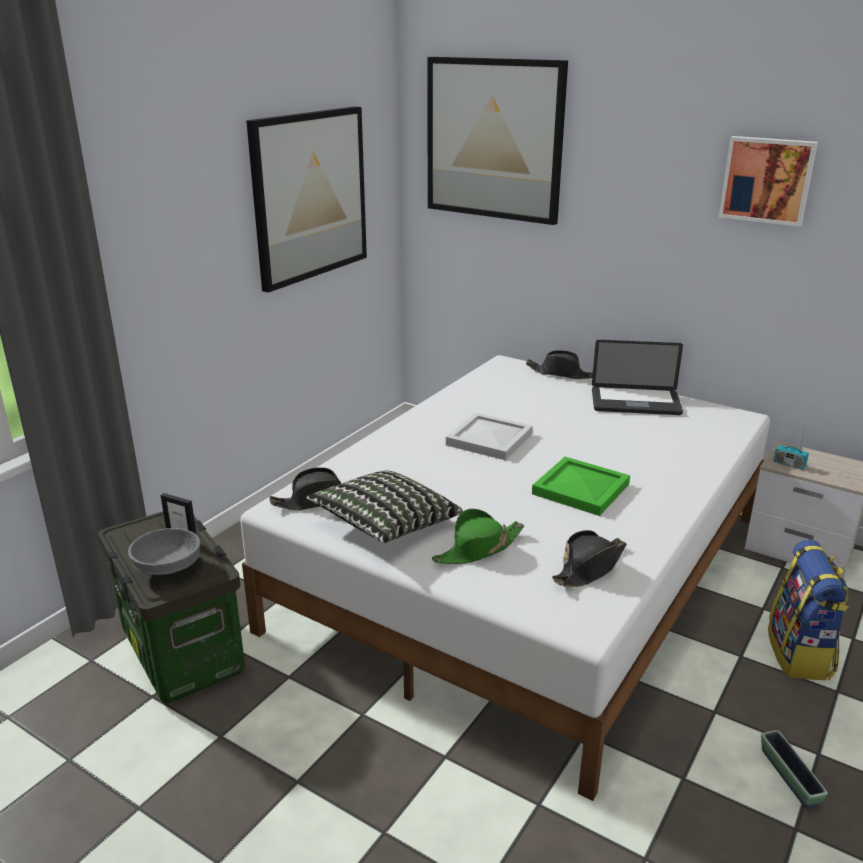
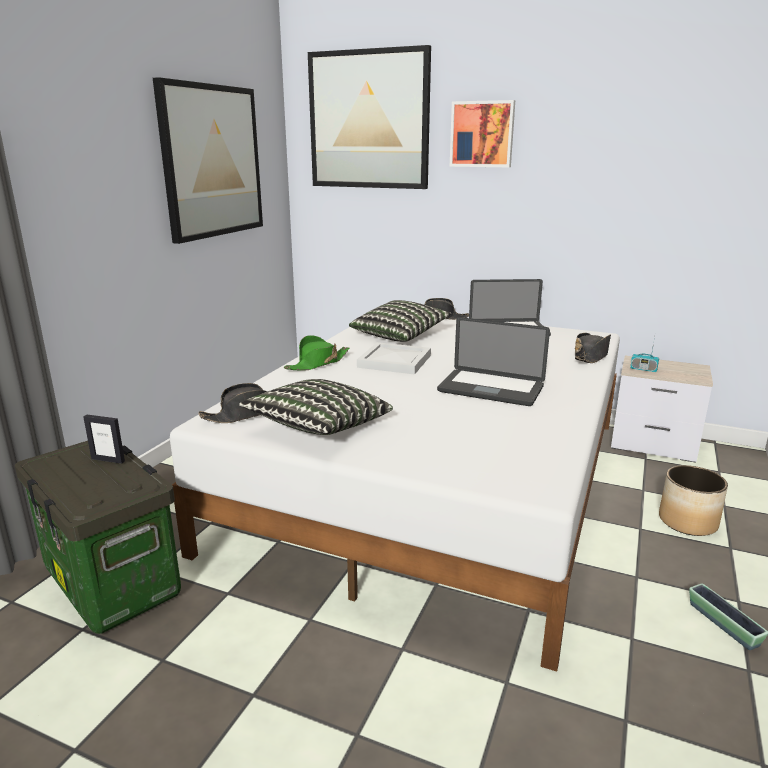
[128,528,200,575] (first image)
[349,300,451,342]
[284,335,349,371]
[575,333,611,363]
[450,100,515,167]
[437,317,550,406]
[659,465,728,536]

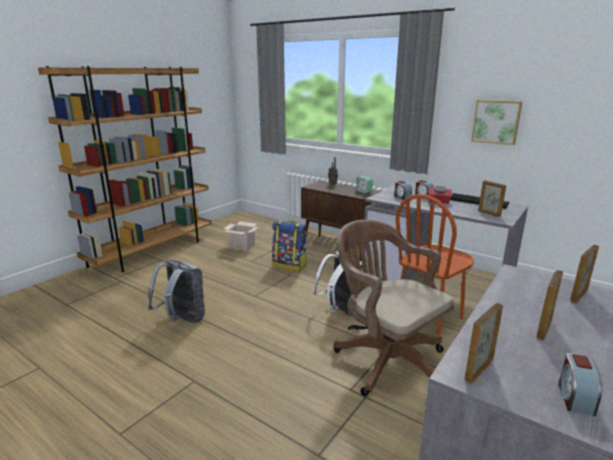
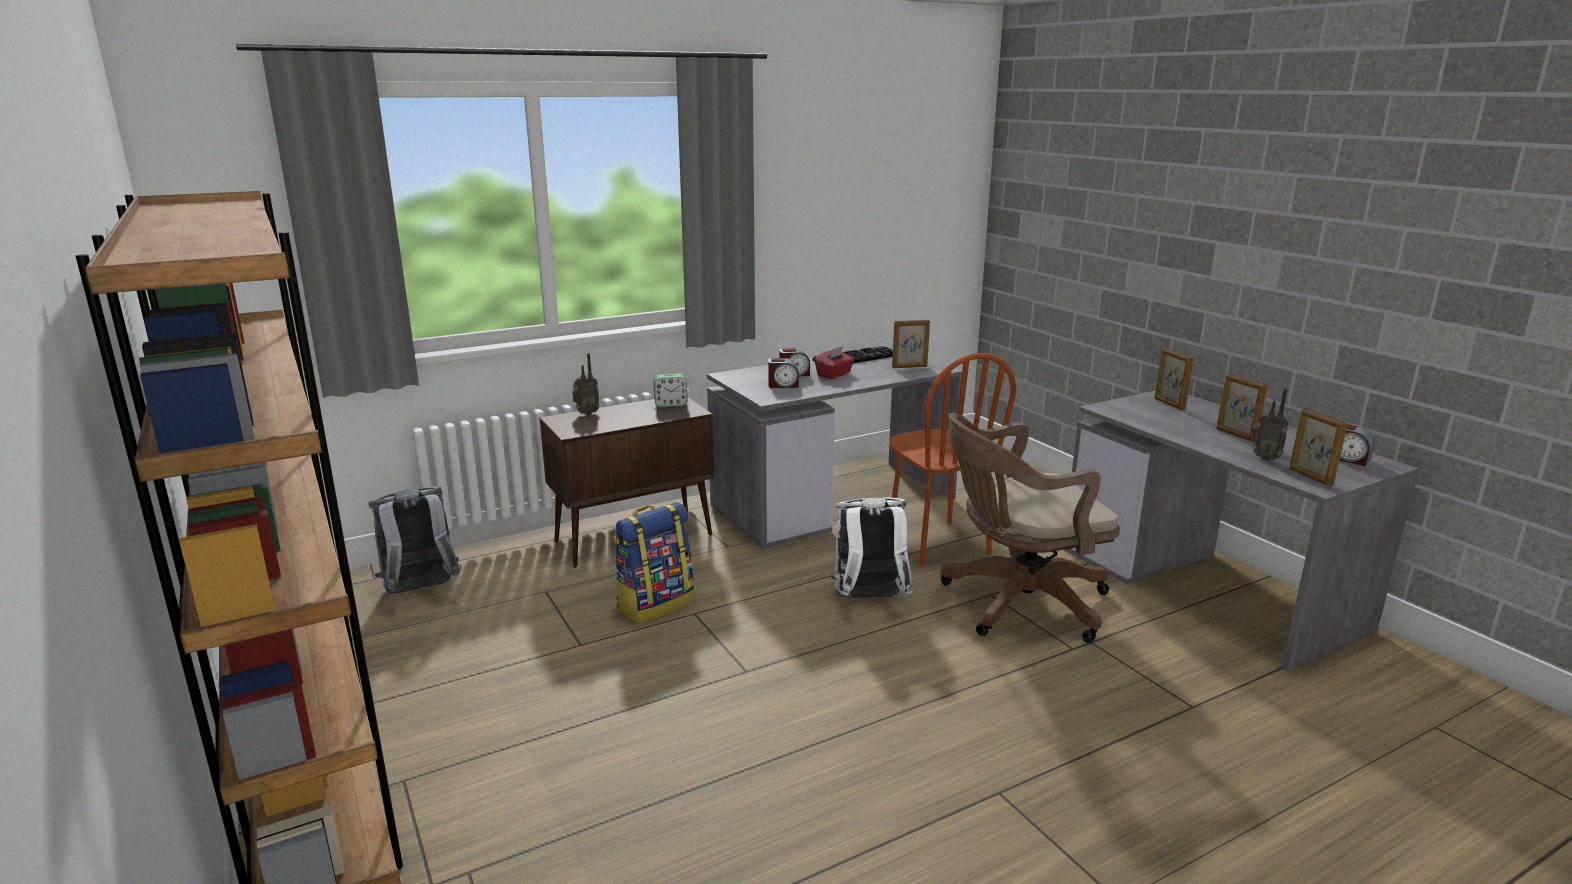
[223,221,259,251] (first image)
[471,100,522,145] (first image)
[1251,389,1288,461]
[369,487,461,593]

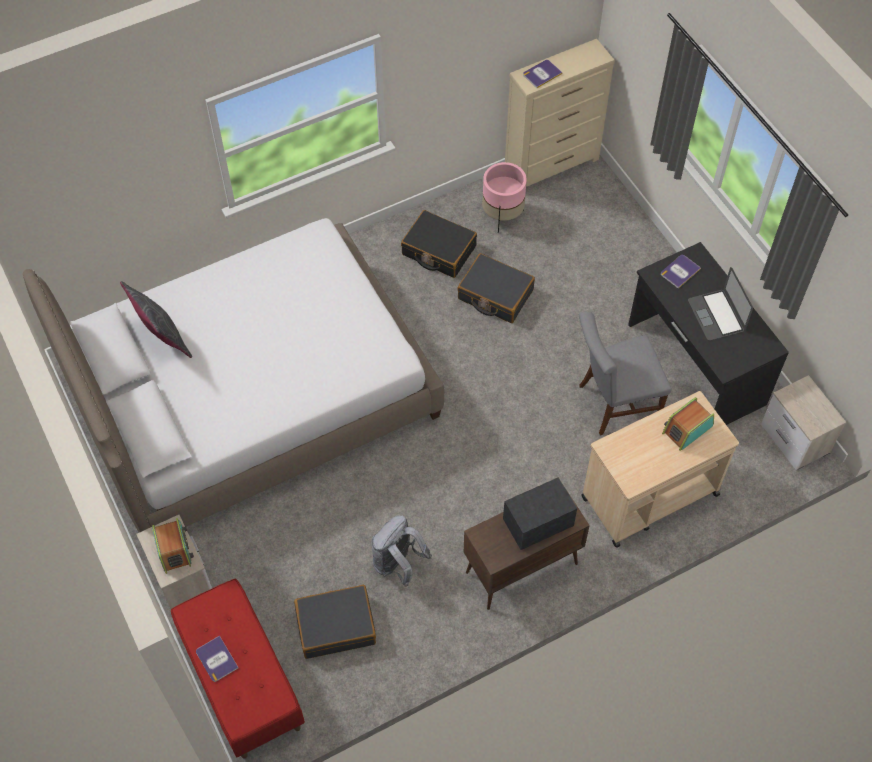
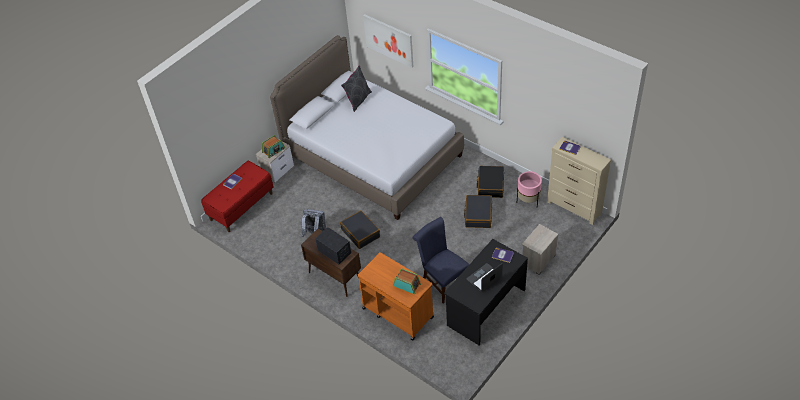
[363,14,413,68]
[340,210,380,249]
[521,224,558,274]
[412,217,469,303]
[358,252,434,341]

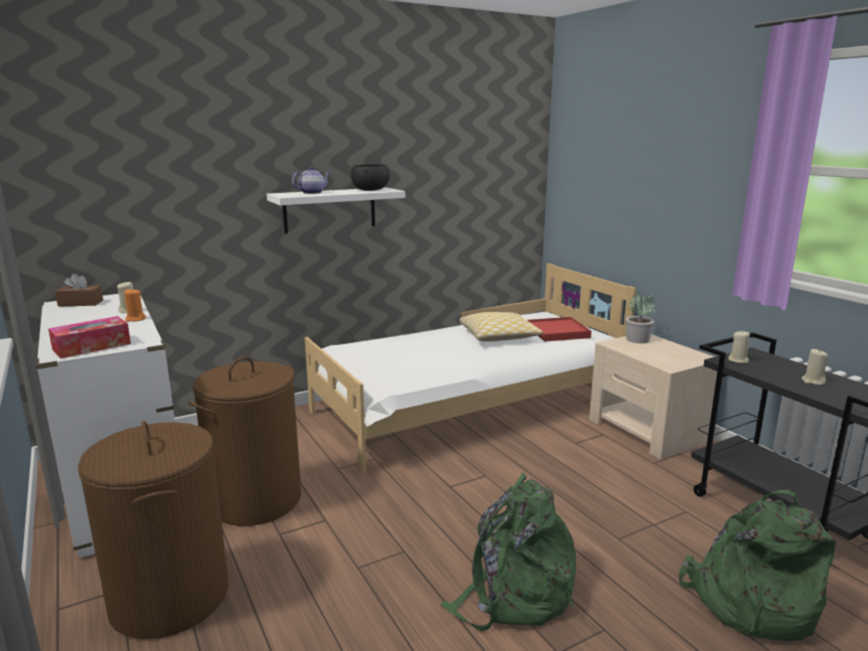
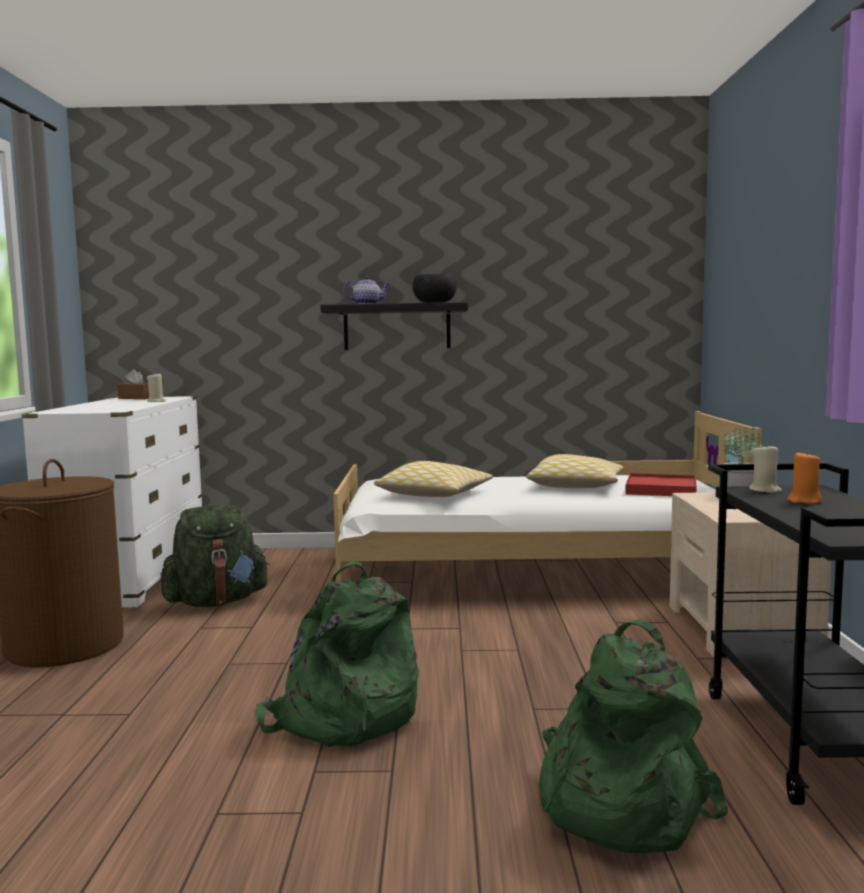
[48,316,131,359] (first image)
[801,349,828,385] (first image)
[374,461,493,497]
[788,451,822,504]
[160,505,269,607]
[320,302,468,350]

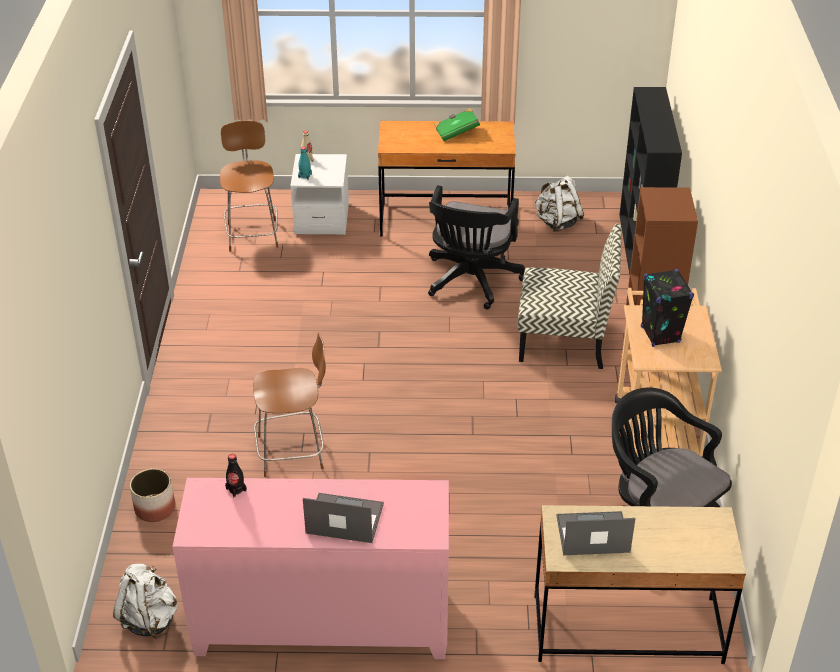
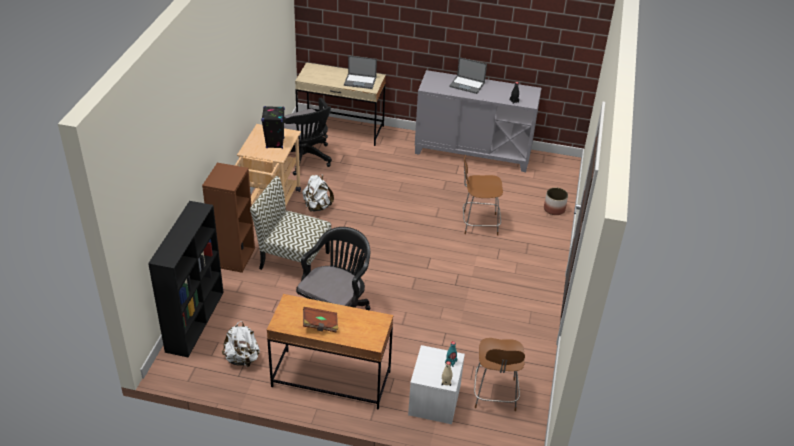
[302,174,334,212]
[415,70,541,172]
[303,307,338,332]

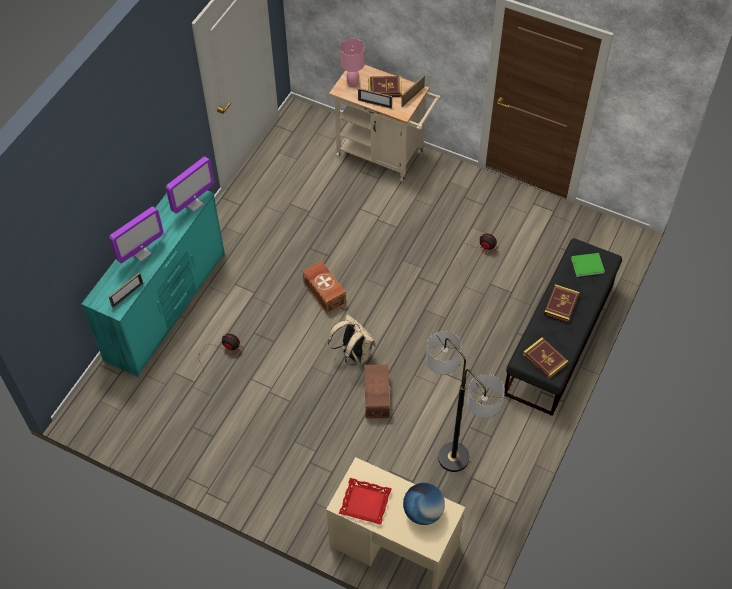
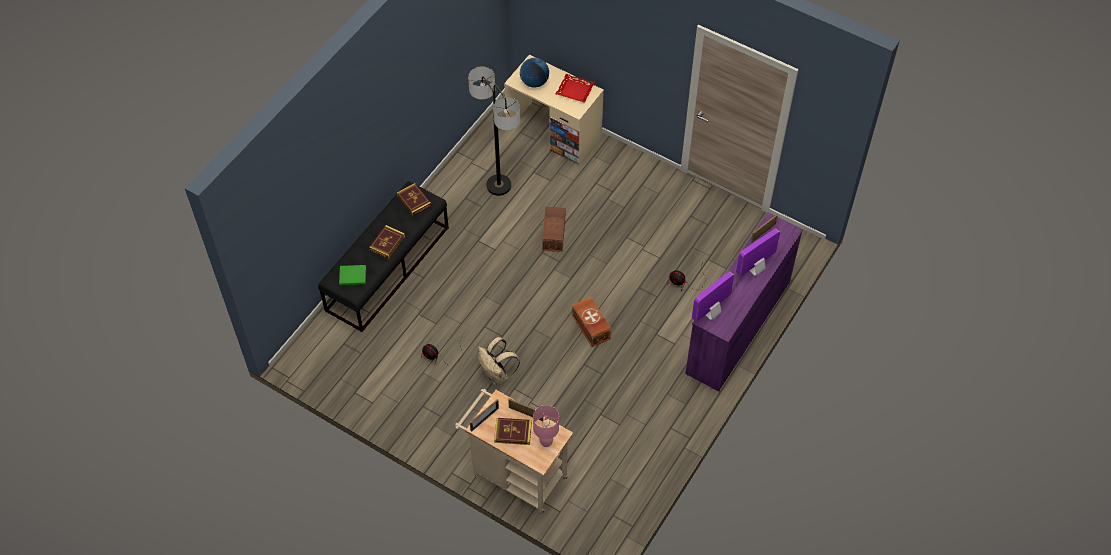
[477,337,520,385]
[685,213,803,391]

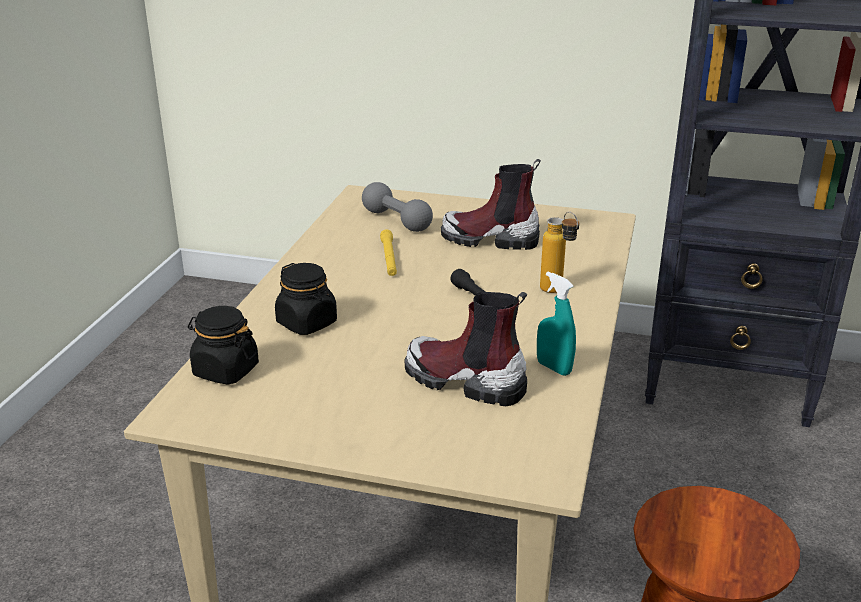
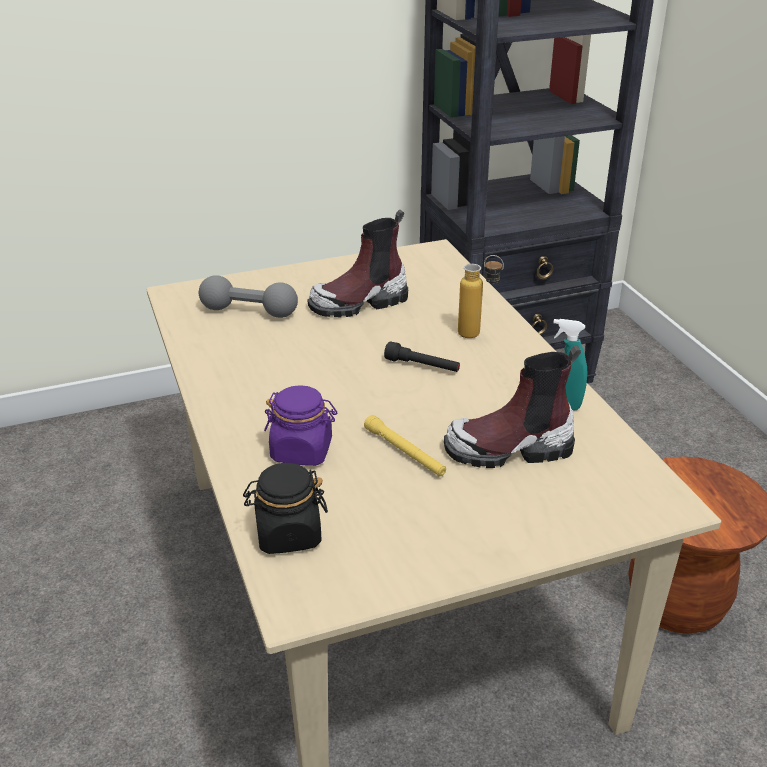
[364,415,446,477]
[264,385,337,466]

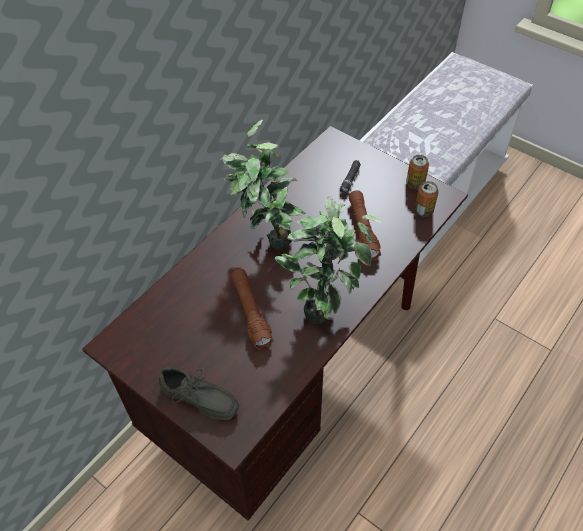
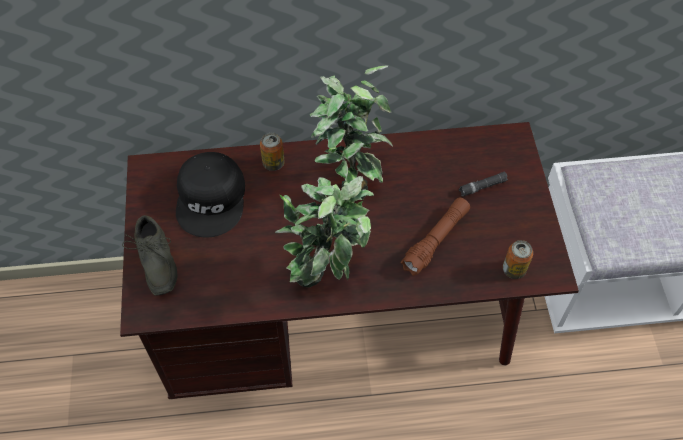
[231,269,274,350] (first image)
[176,152,245,237]
[260,133,285,171]

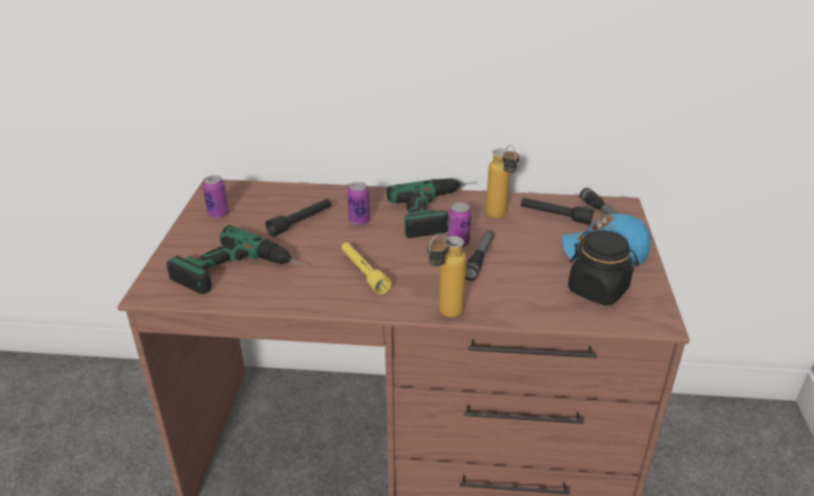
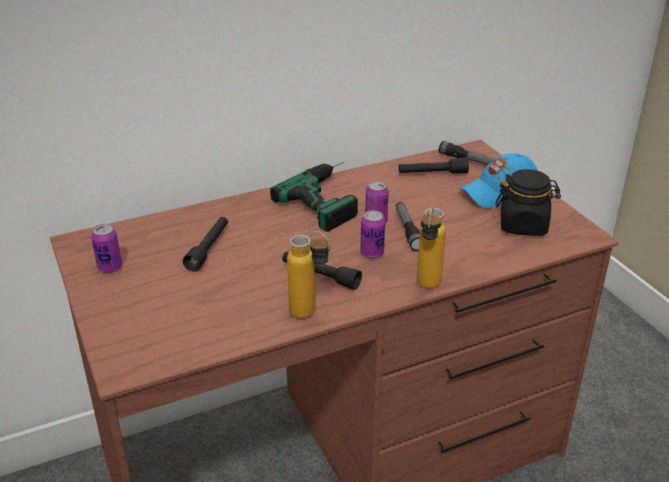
[166,225,306,294] (first image)
[360,210,385,259]
[287,231,330,319]
[282,252,362,290]

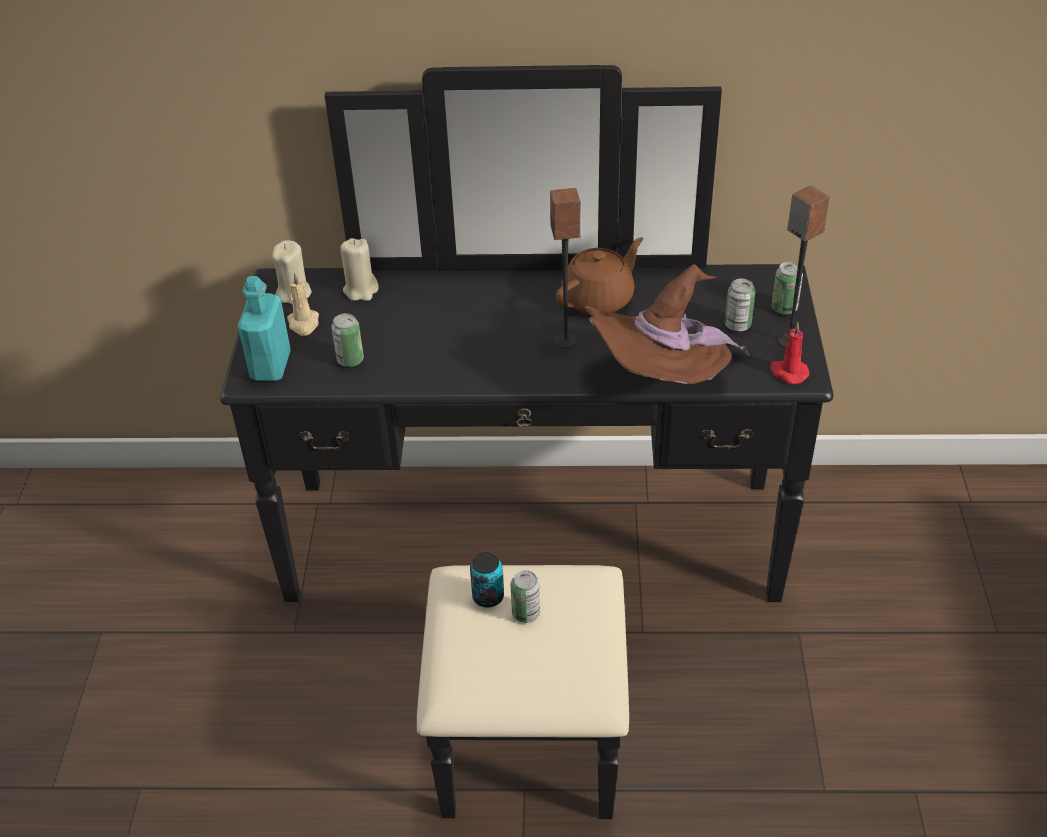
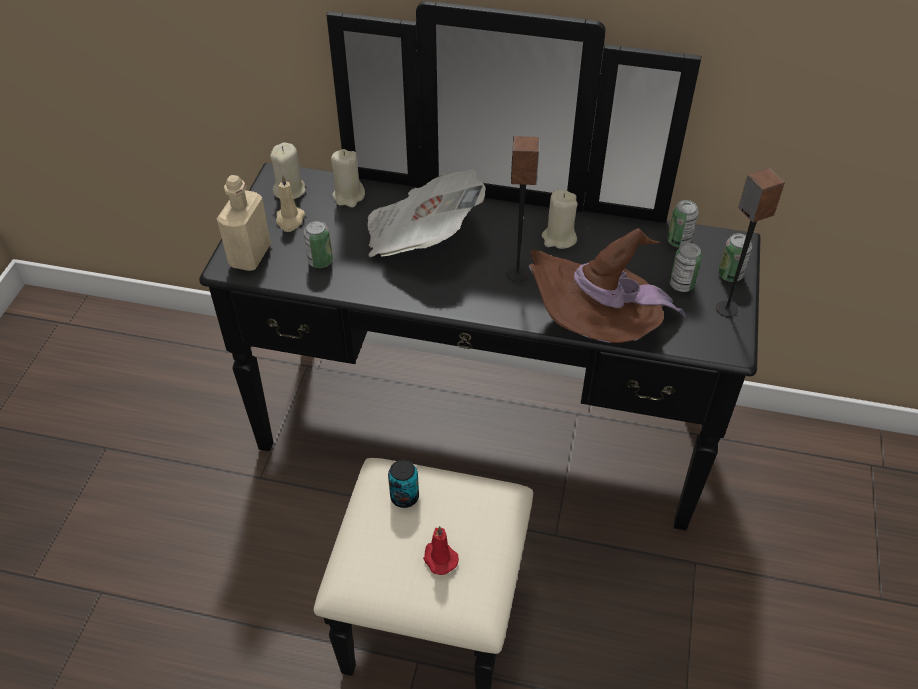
[368,170,486,257]
[667,200,698,248]
[423,526,459,575]
[542,190,578,249]
[217,175,271,271]

